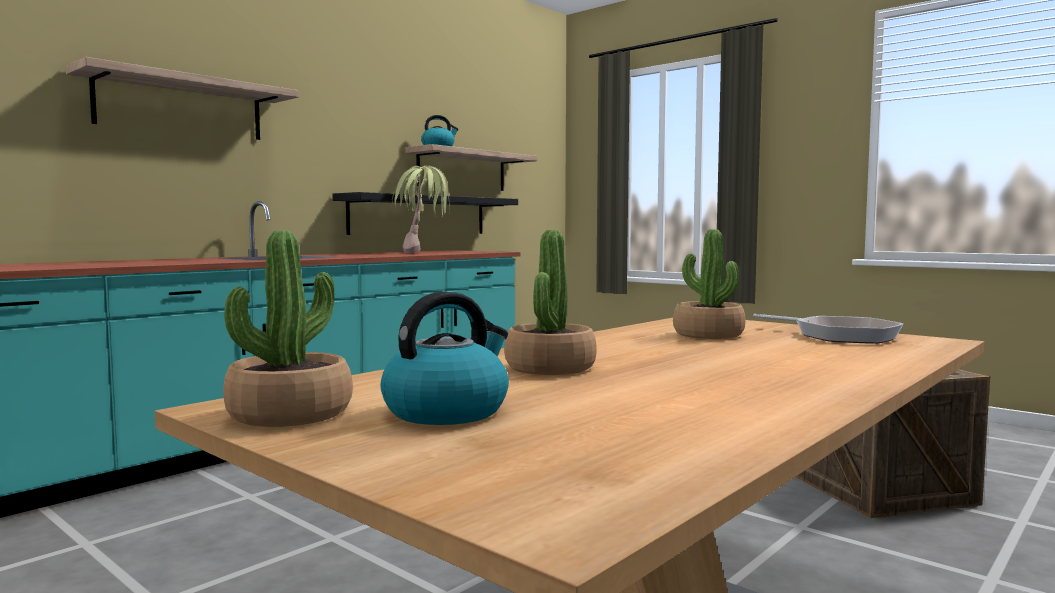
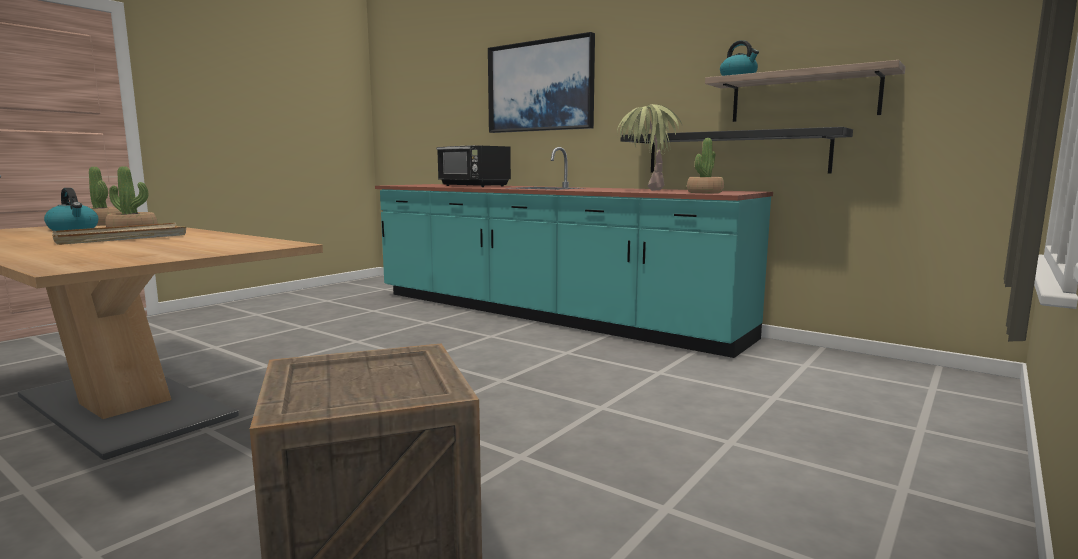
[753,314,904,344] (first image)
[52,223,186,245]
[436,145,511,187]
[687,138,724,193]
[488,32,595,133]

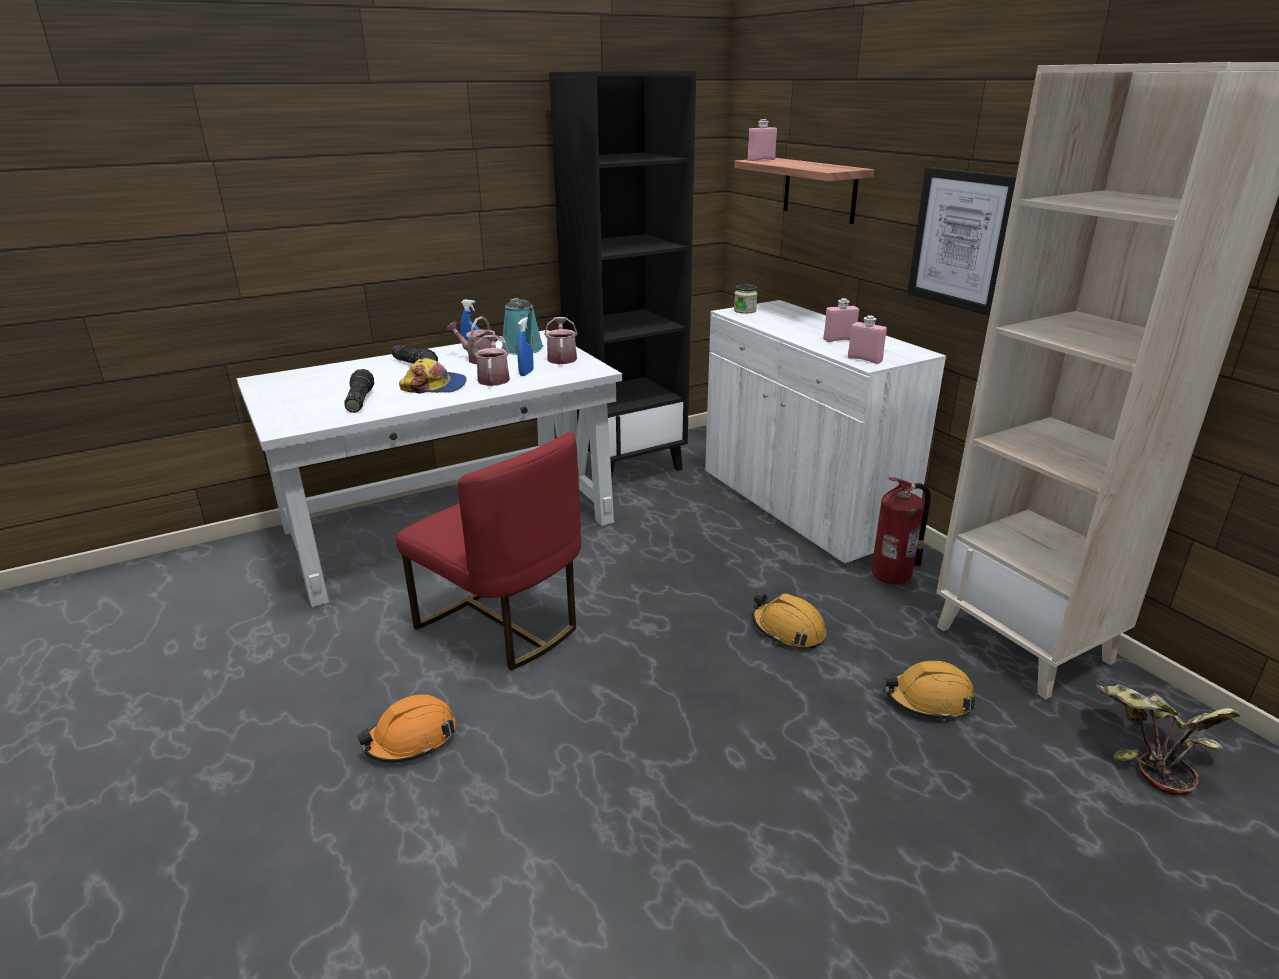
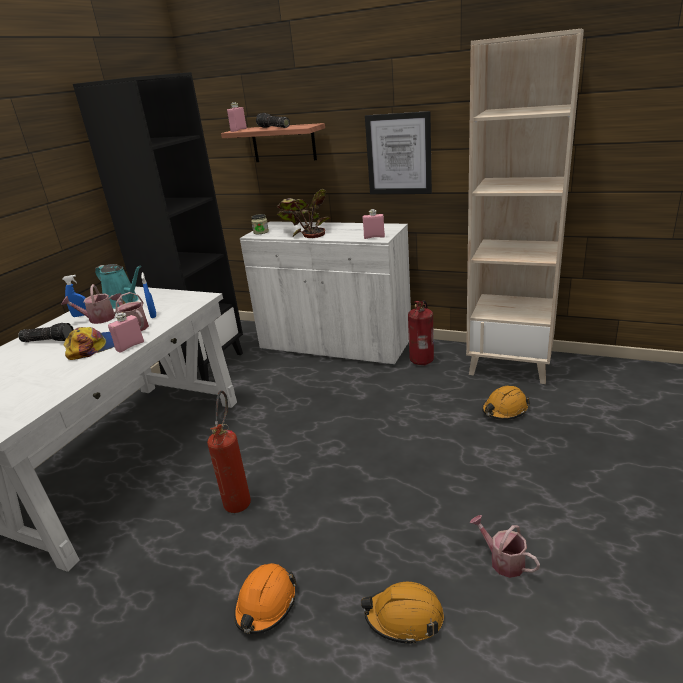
[256,113,290,128]
[469,515,540,578]
[361,582,444,645]
[108,312,144,353]
[277,189,331,238]
[207,391,251,513]

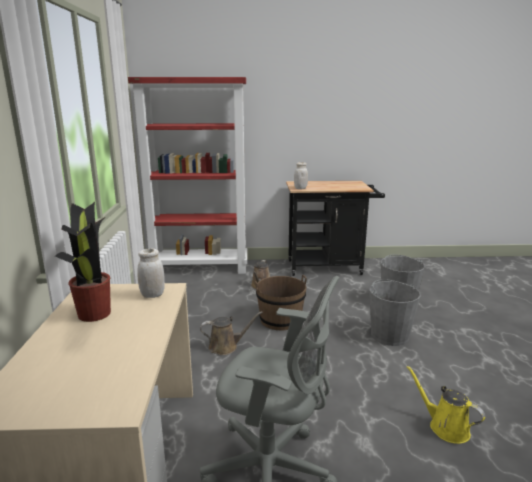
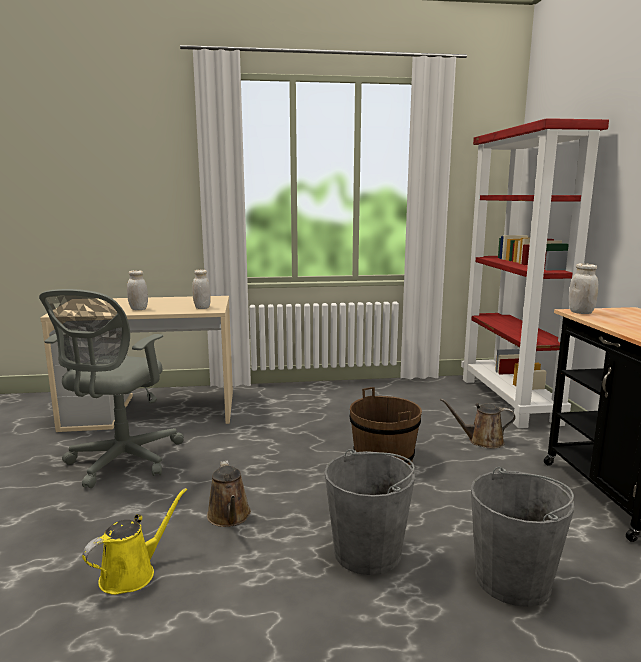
[55,202,111,322] (first image)
[127,270,148,310]
[207,460,251,527]

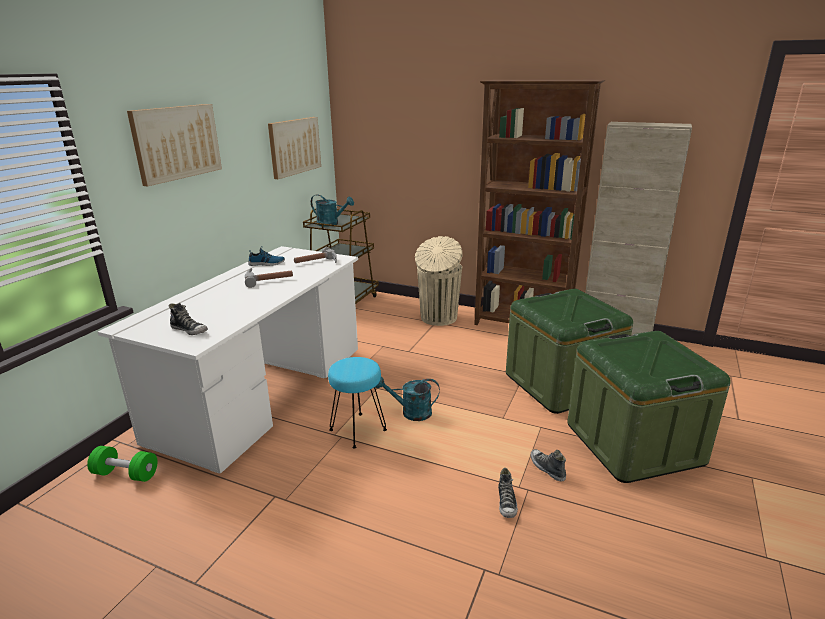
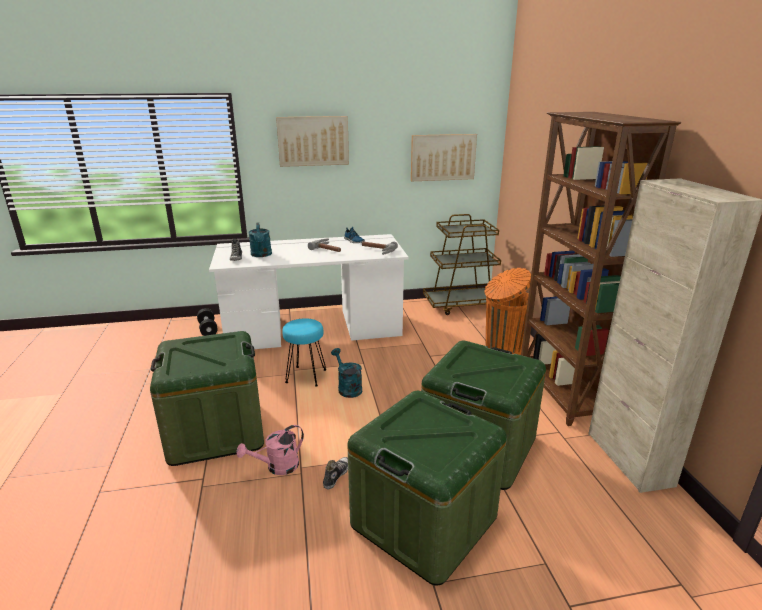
[150,331,264,466]
[248,223,272,257]
[236,425,304,475]
[197,308,218,336]
[484,268,531,355]

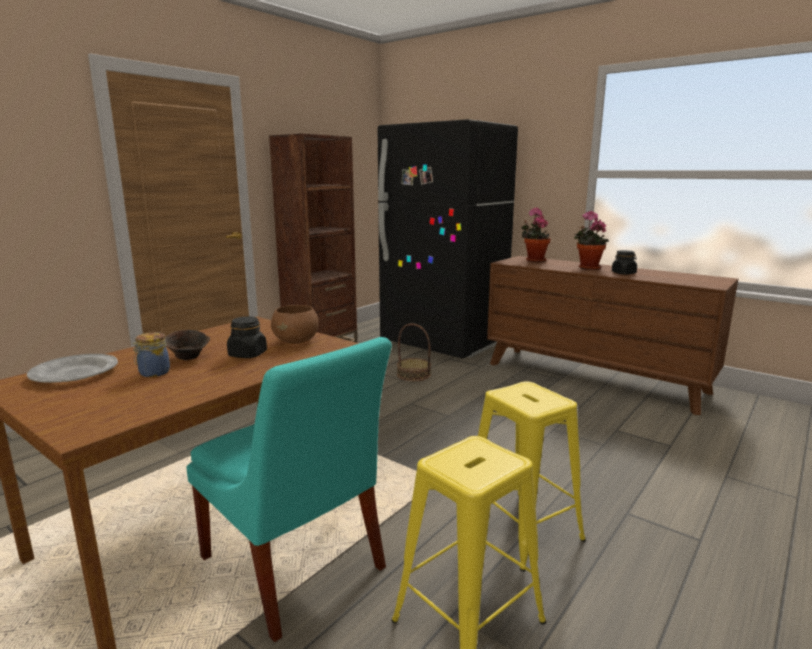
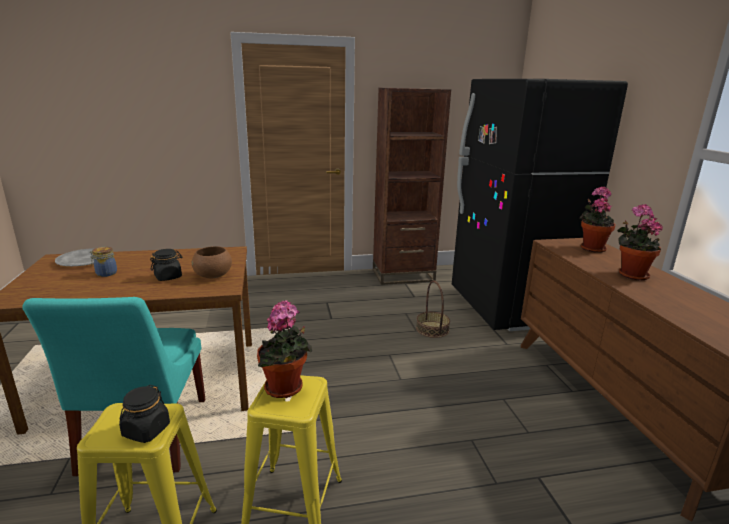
[165,330,210,360] (first image)
[257,300,312,398]
[119,385,170,443]

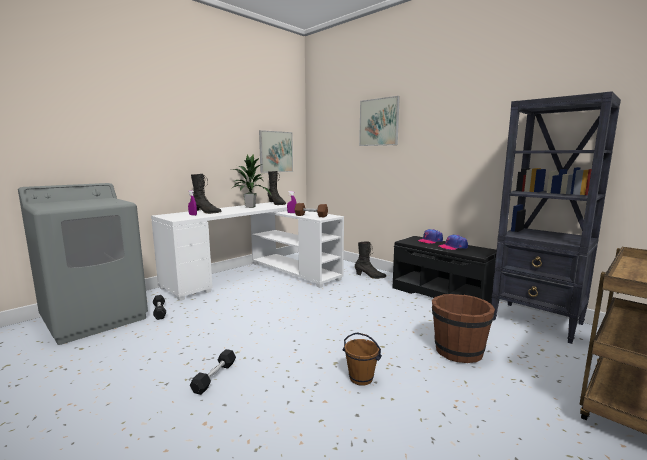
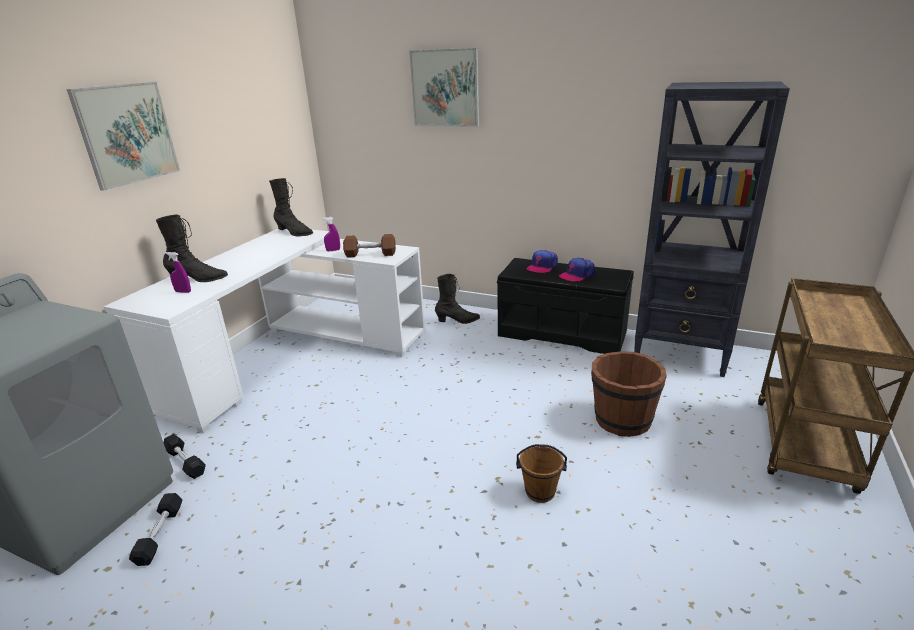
[232,154,272,208] (first image)
[129,493,182,566]
[67,82,180,191]

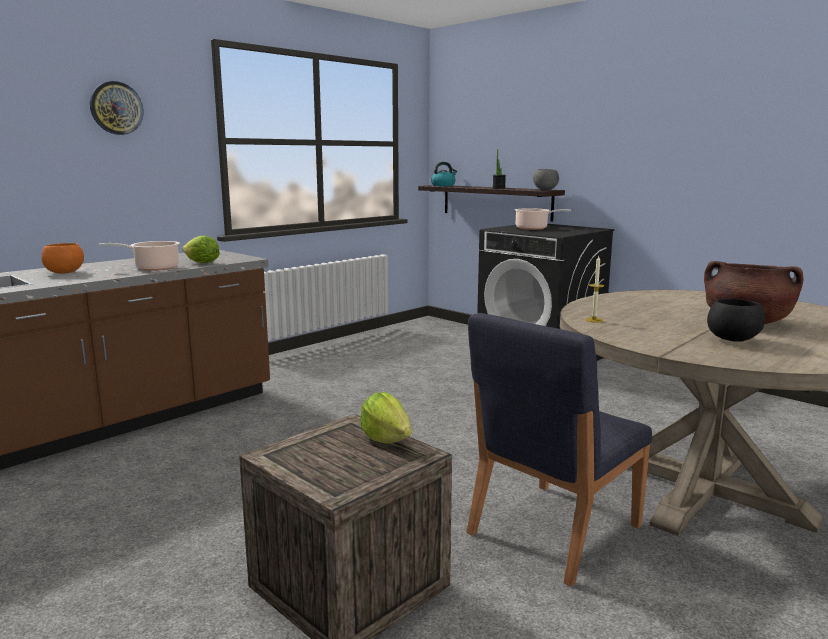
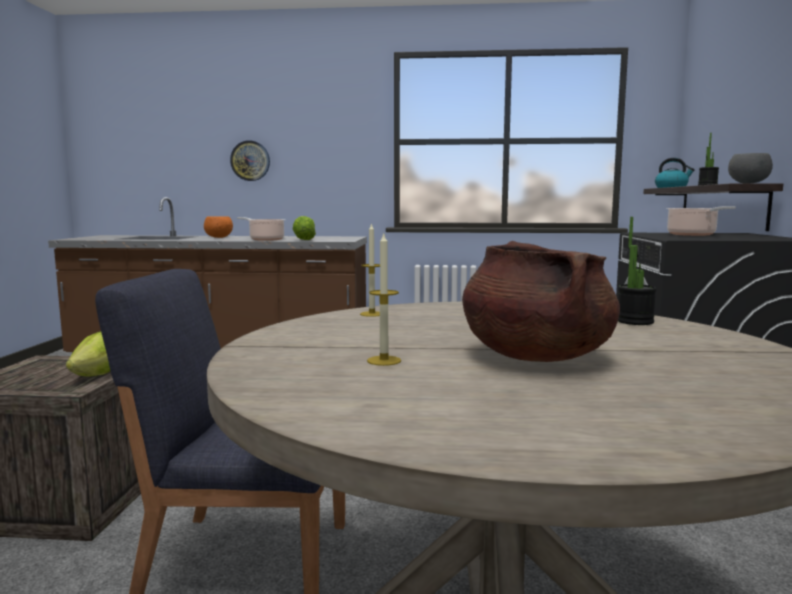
[618,217,656,325]
[230,140,270,181]
[367,232,401,366]

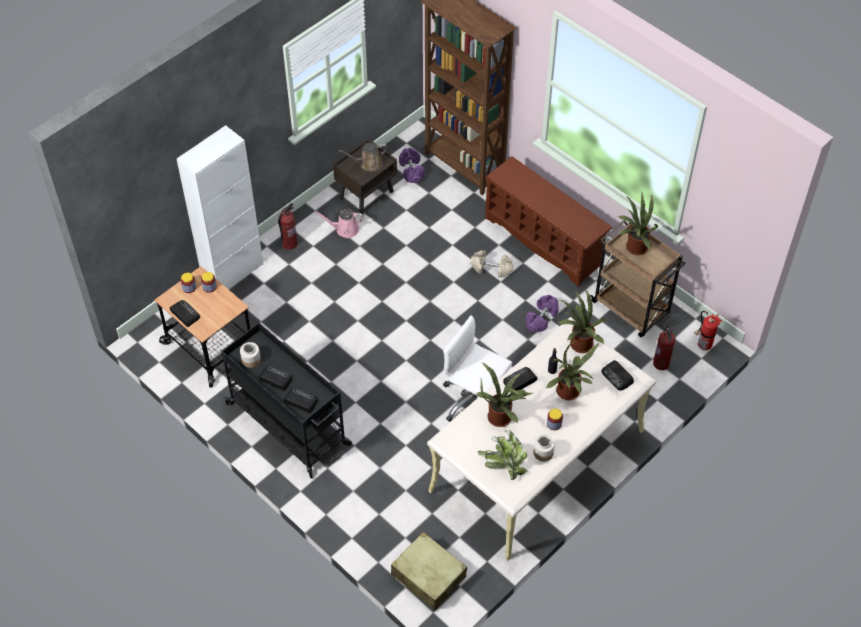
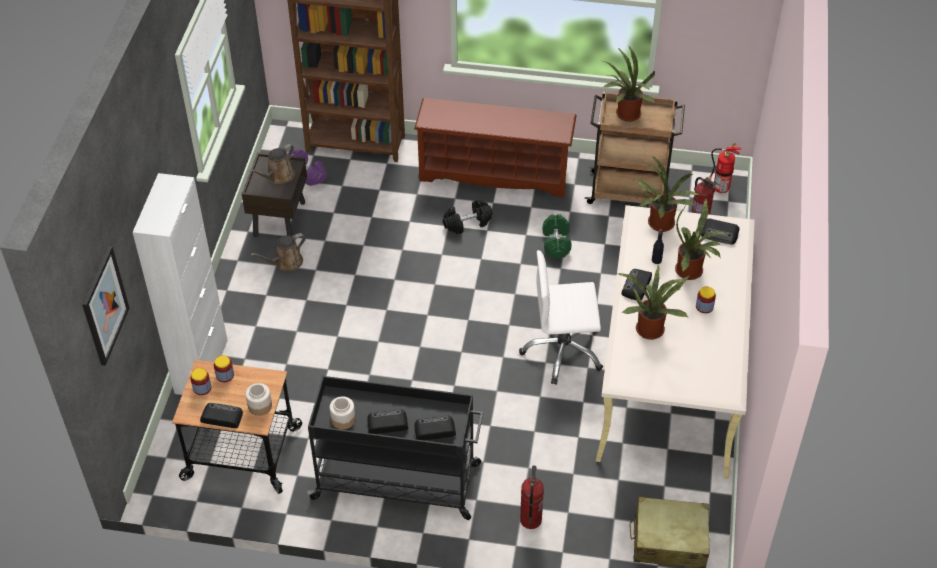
[478,430,527,480] (first image)
[82,246,129,366]
[520,465,544,529]
[246,383,272,416]
[251,233,306,271]
[443,200,493,234]
[543,214,572,259]

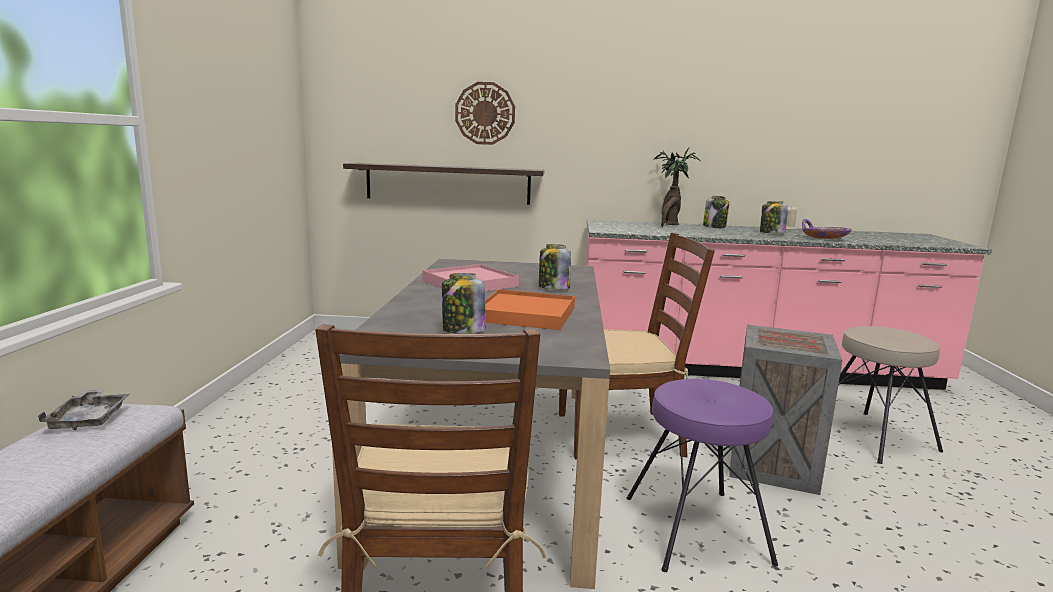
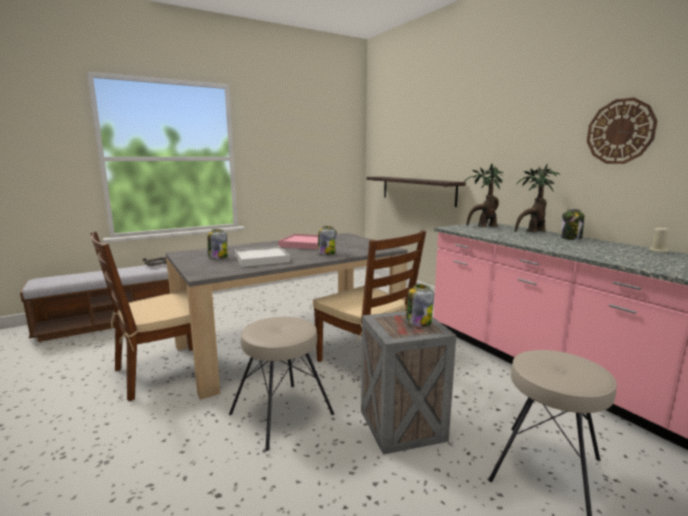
[802,219,852,239] (first image)
[465,163,504,227]
[587,98,657,164]
[406,284,434,327]
[235,246,290,267]
[229,317,334,451]

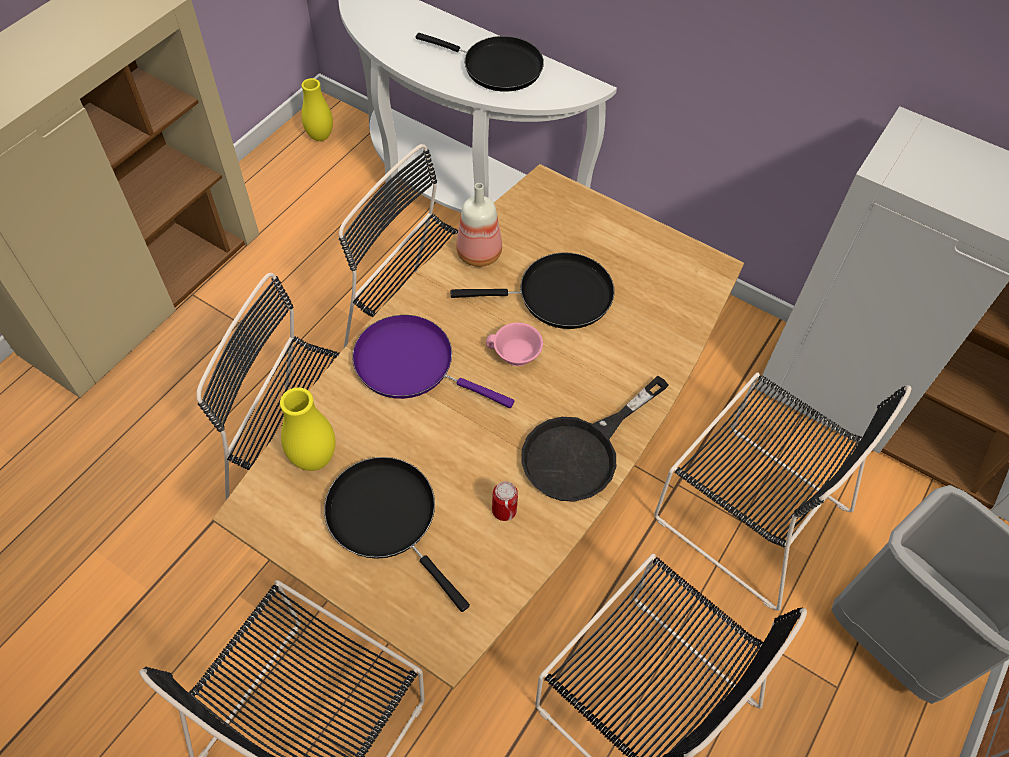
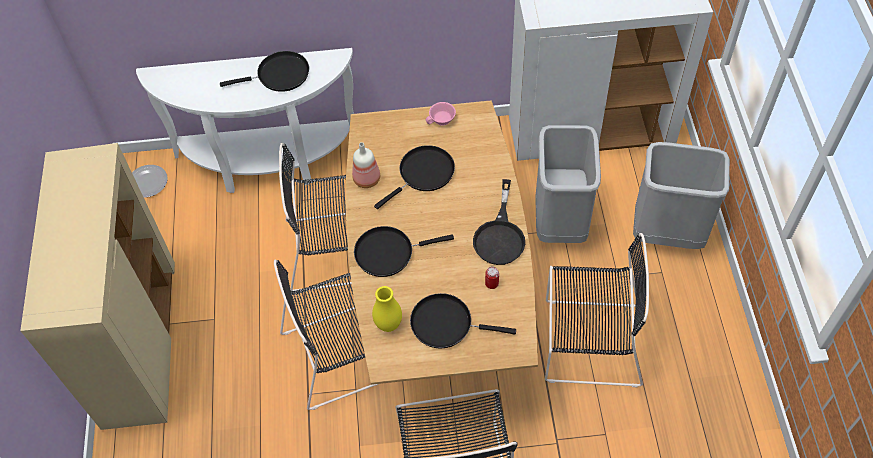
[426,102,456,126]
[132,165,168,198]
[535,125,601,243]
[354,226,454,277]

